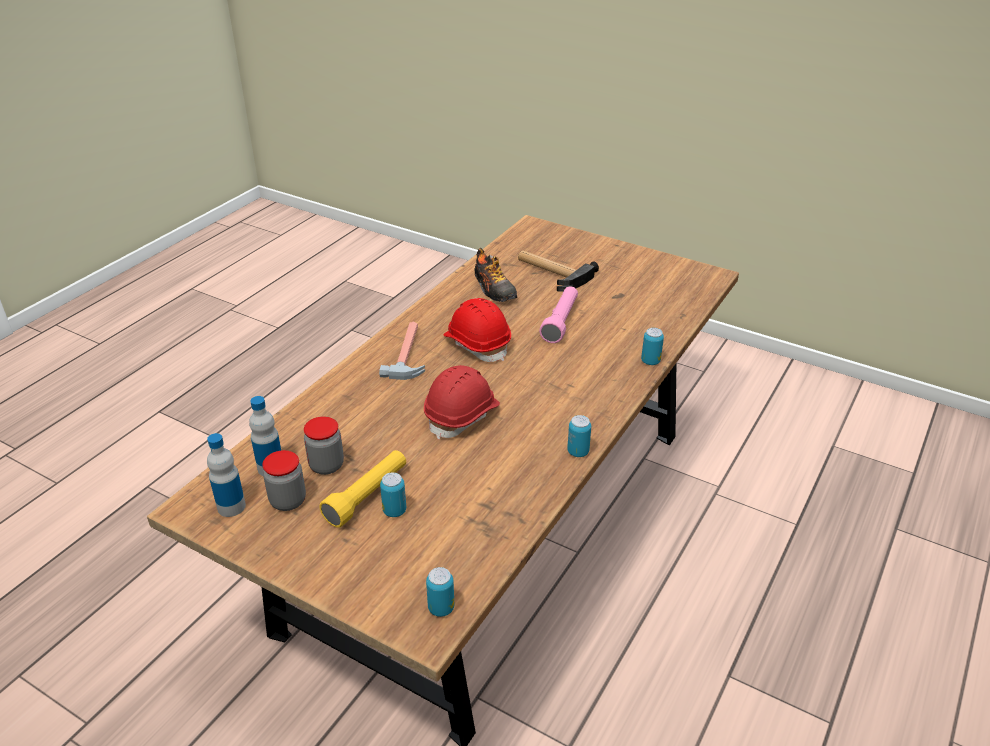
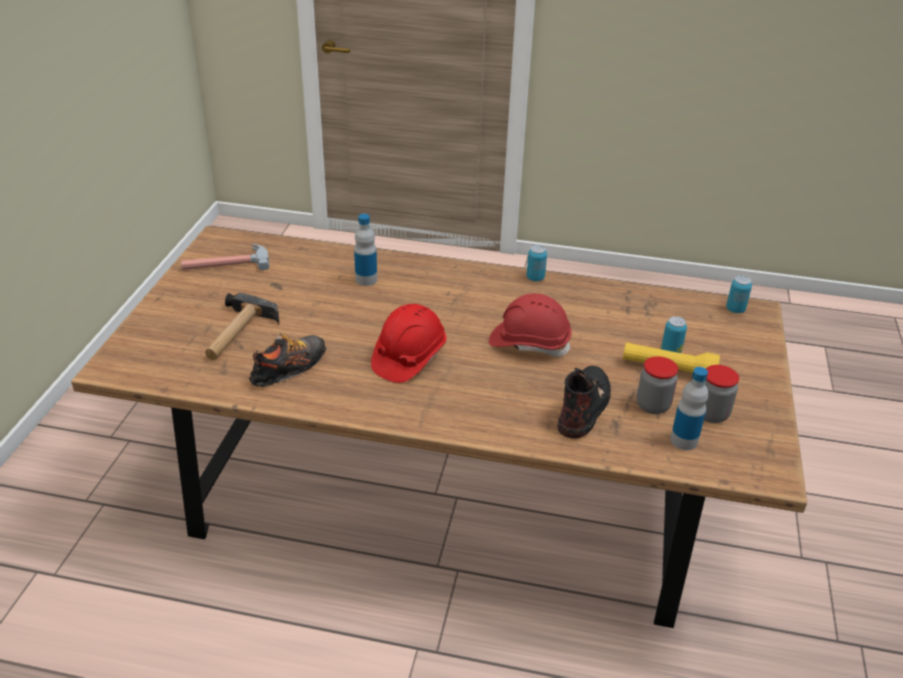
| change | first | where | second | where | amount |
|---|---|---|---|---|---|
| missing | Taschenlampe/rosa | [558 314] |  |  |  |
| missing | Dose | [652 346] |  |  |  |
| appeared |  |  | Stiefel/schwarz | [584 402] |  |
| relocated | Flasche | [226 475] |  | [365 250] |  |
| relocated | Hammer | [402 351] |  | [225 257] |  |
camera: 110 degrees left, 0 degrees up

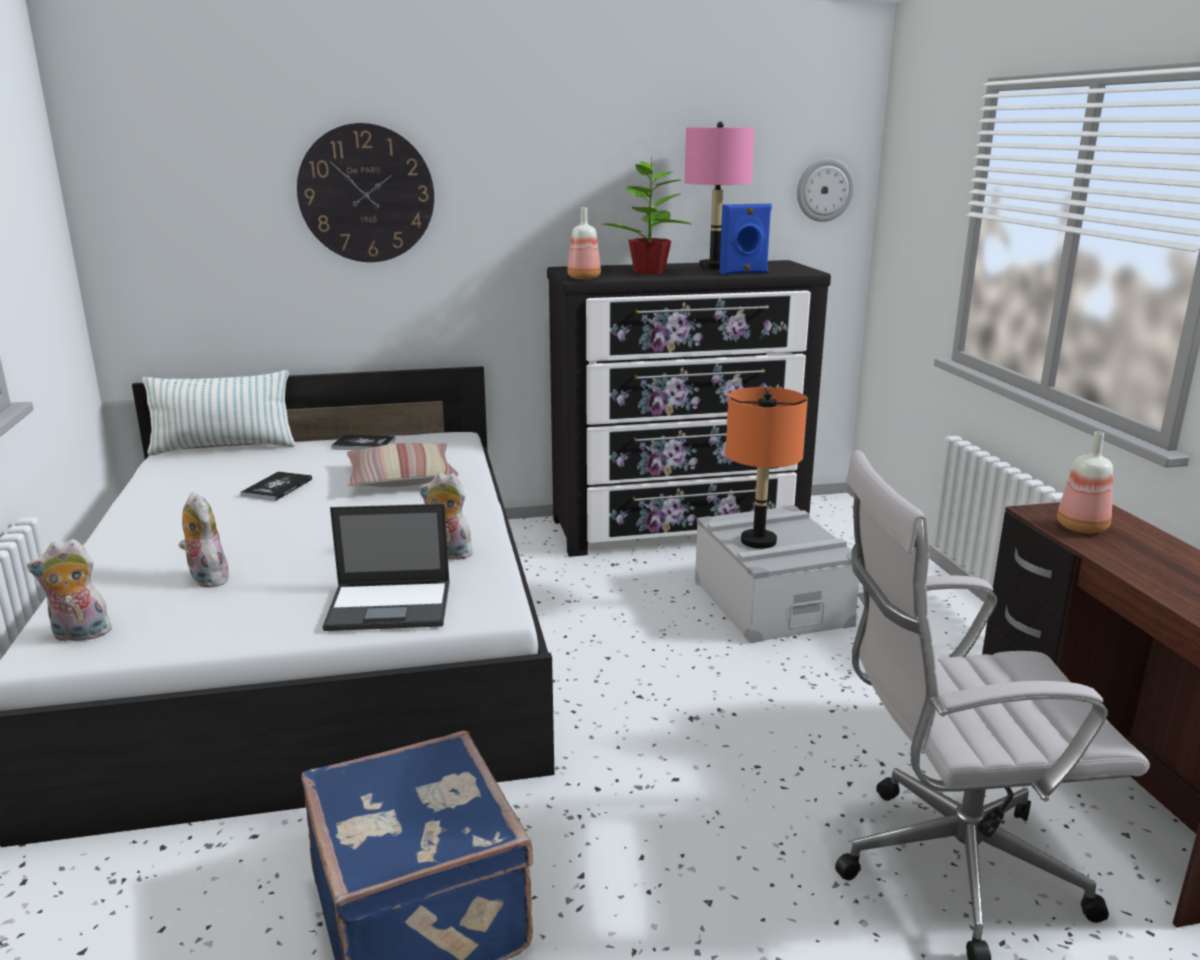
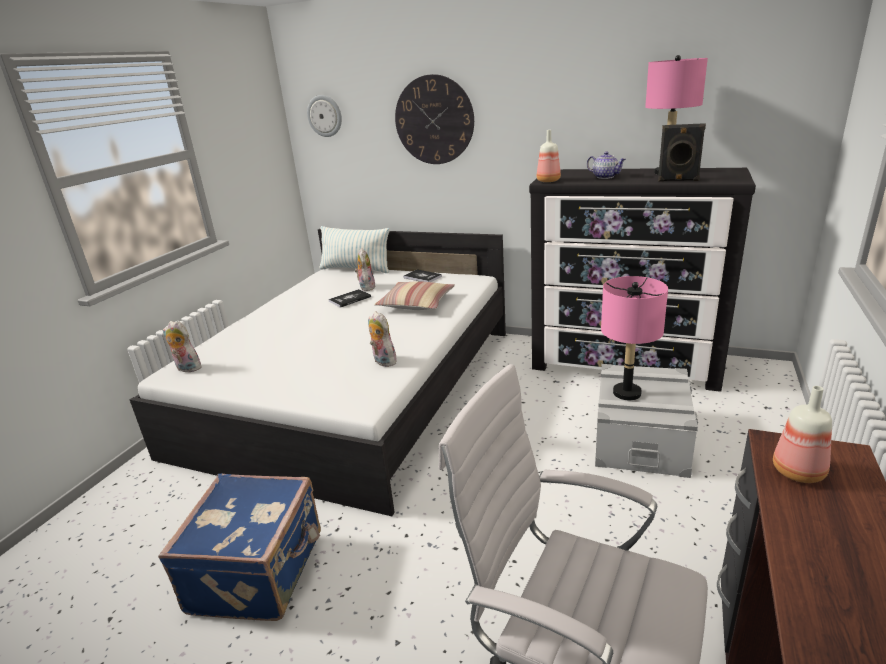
| change | first | where | second | where | amount |
|---|---|---|---|---|---|
| missing | Laptop | [386 567] |  |  |  |
| relocated | Plüschtier | [204 540] |  | [365 269] |  |
| relocated | Wanduhr | [825 190] |  | [324 116] |  |
| exchanged | Topfpflanze | [647 217] | Teekanne | [606 165] |  |
| colour | Lautsprecher/blau | [745 239] | Lautsprecher/schwarz | [682 152] |  |
| colour | Tischlampe/orange | [767 468] | Tischlampe/rosa | [634 338] |  |
camera: 35 degrees right, 5 degrees up

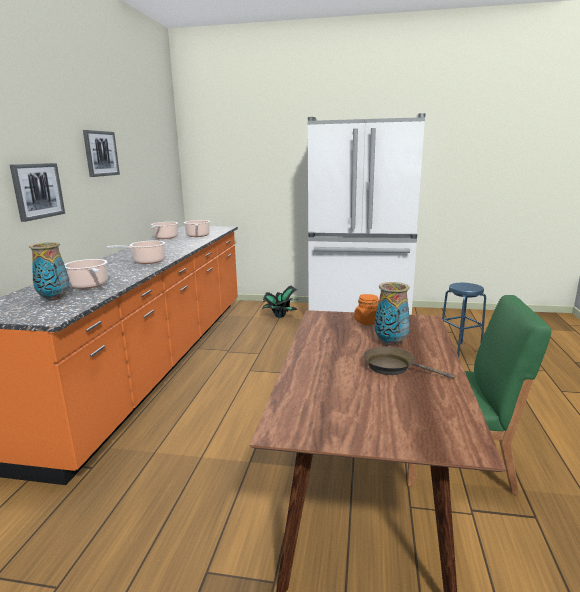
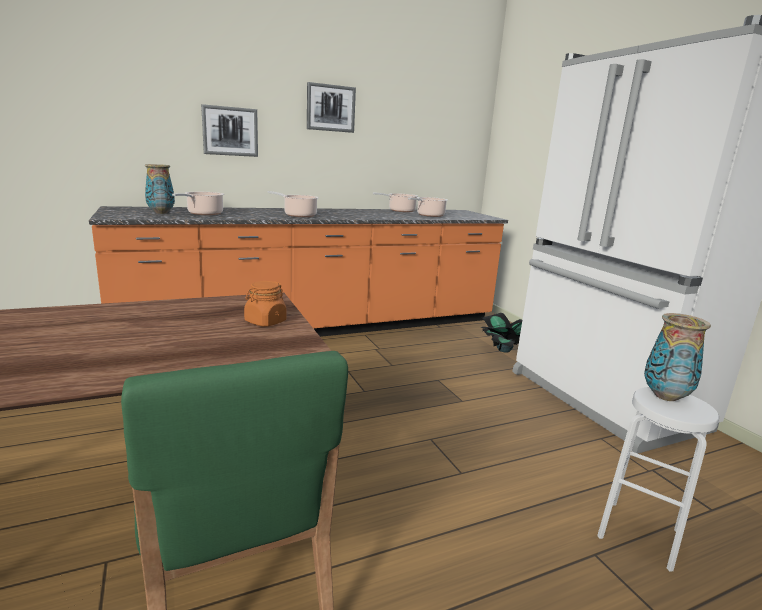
| change | first | where | second | where | amount |
|---|---|---|---|---|---|
| missing | Pfanne/braun | [409 363] |  |  |  |
| relocated | Vase | [392 314] |  | [677 357] |  |
| colour | Hocker/blau | [464 320] | Hocker/weiß | [658 479] |  |
camera: 55 degrees right, 0 degrees up

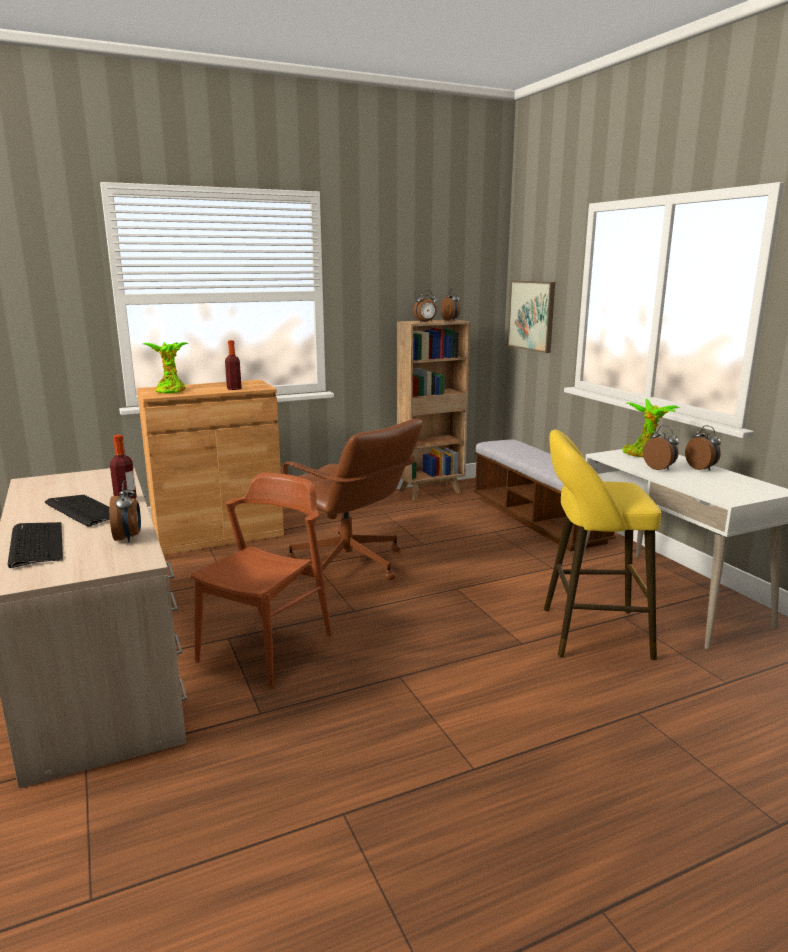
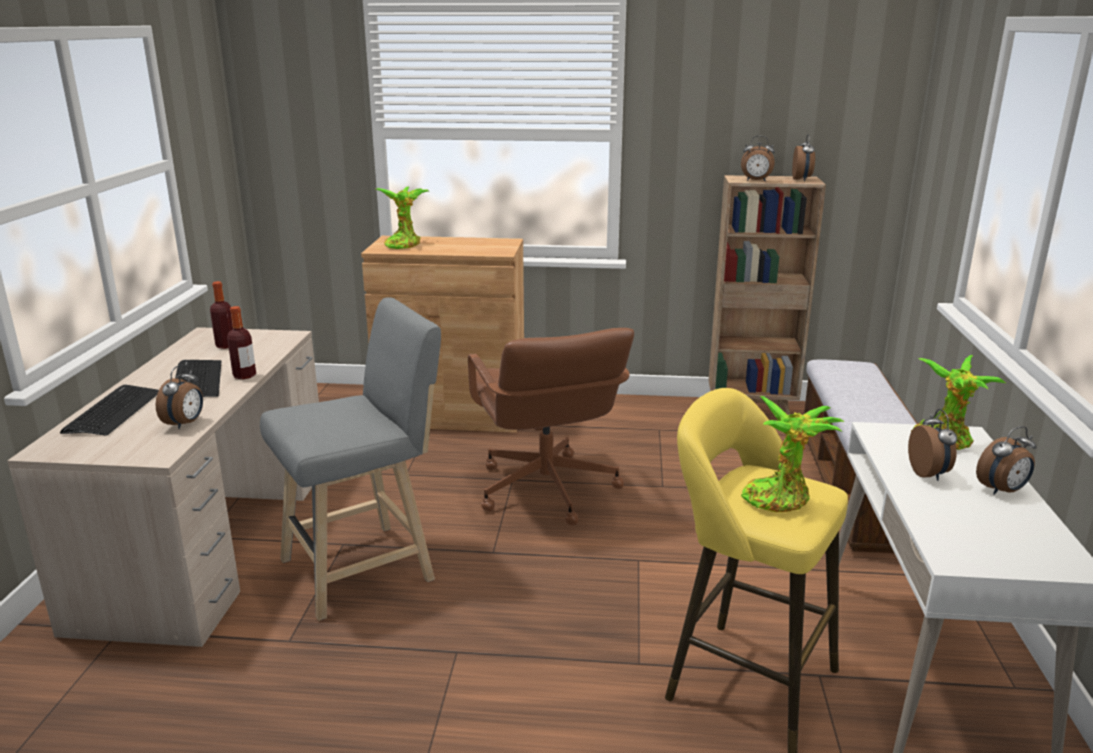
| change | first | where | second | where | amount |
|---|---|---|---|---|---|
| missing | Bild | [531 317] |  |  |  |
| appeared |  |  | Topfpflanze | [792 454] |  |
| relocated | Flasche | [233 365] |  | [221 315] |  |
| exchanged | Stuhl/braun | [261 580] | Hocker/grau | [350 459] |  |
| spun | Wecker | [703 448] |  | [1006 460] | 60 degrees clockwise |
camera: 30 degrees right, 5 degrees up

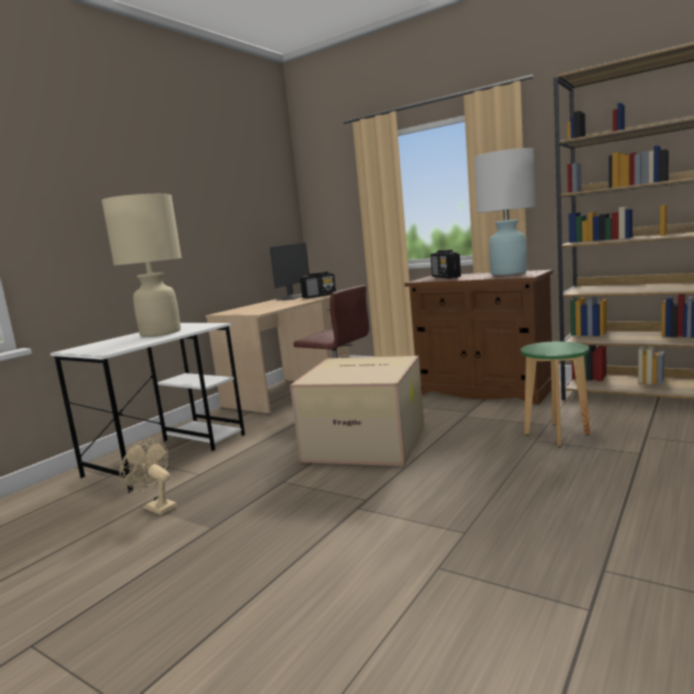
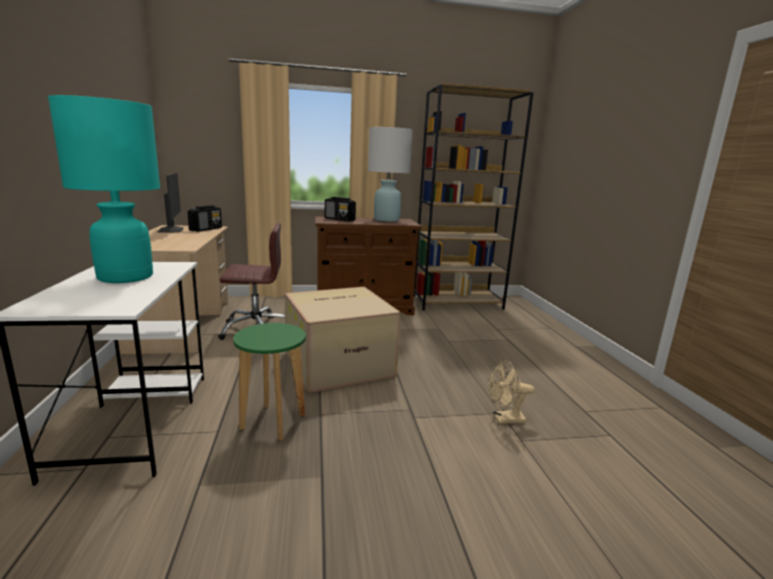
| change | first | where | second | where | amount |
|---|---|---|---|---|---|
| relocated | Ventilator/beige | [148 477] |  | [511 392] |  |
| relocated | Hocker/grün | [555 393] |  | [269 382] |  |
| colour | Tischlampe/beige | [142 265] | Tischlampe/türkis | [104 189] |  |
camera: 45 degrees left, 5 degrees up

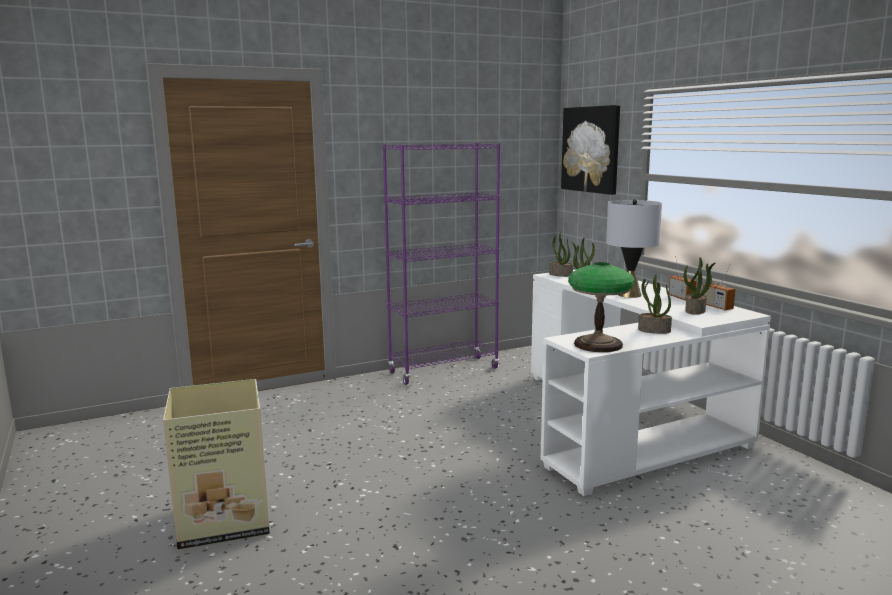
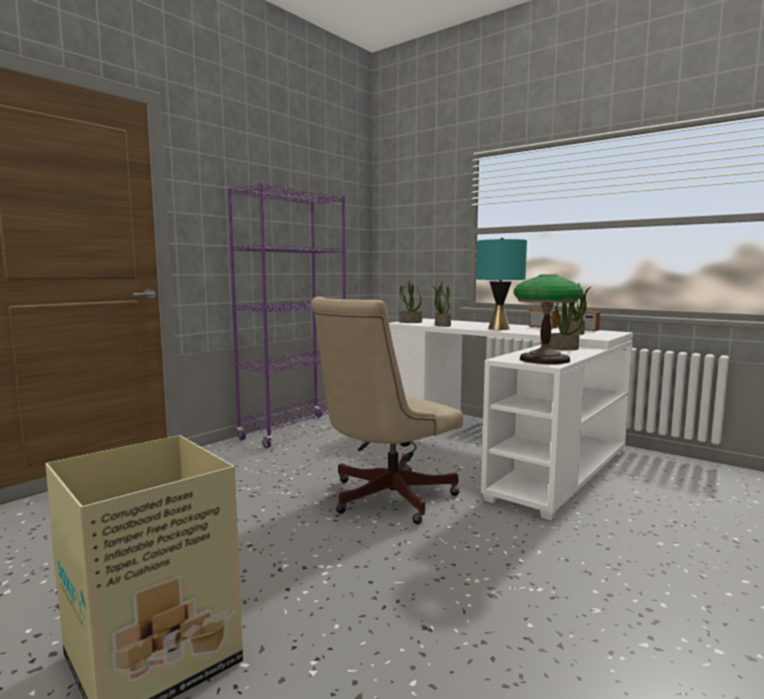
| change | first | where | second | where | amount |
|---|---|---|---|---|---|
| missing | Bild | [590 150] |  |  |  |
| appeared |  |  | Bürostuhl/beige | [387 410] |  |
| colour | Tischlampe/grau | [634 248] | Tischlampe/türkis | [501 283] |  |
camera: 25 degrees left, 5 degrees down

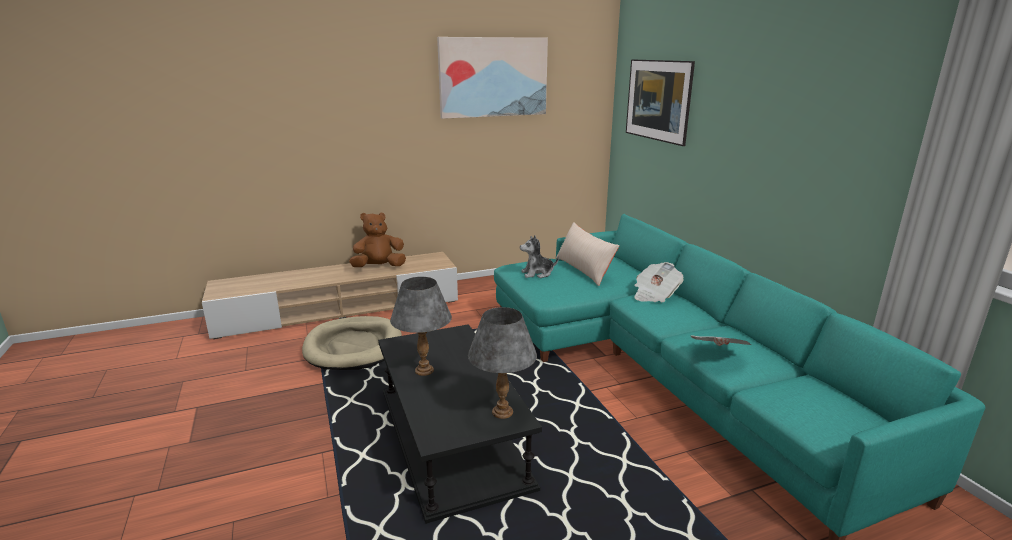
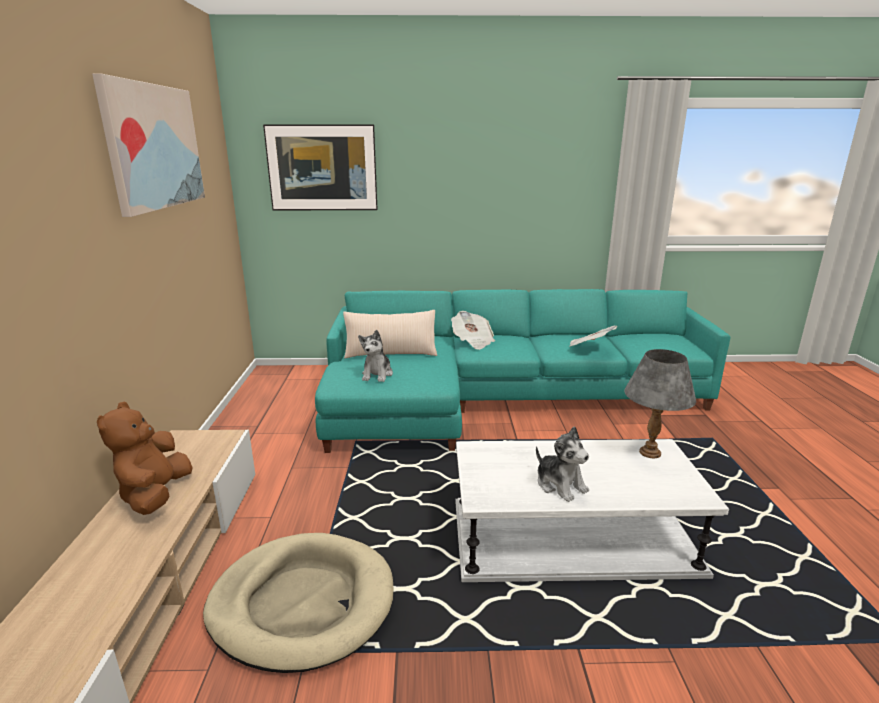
| change | first | where | second | where | amount |
|---|---|---|---|---|---|
| exchanged | Tischlampe/grau | [421 326] | Plüschtier | [562 464] |  |
| colour | Couchtisch/schwarz | [460 424] | Couchtisch/weiß | [592 510] |  |
camera: 70 degrees left, 0 degrees up

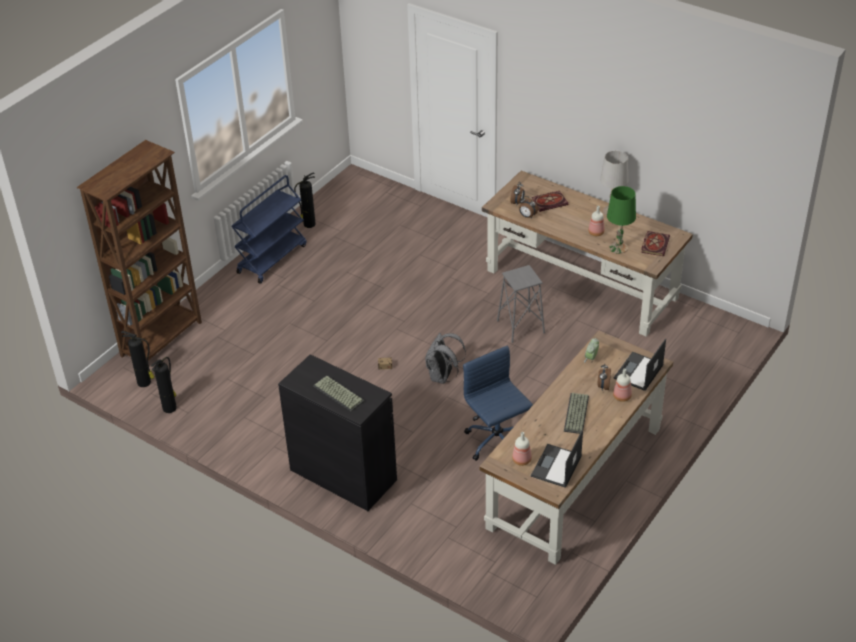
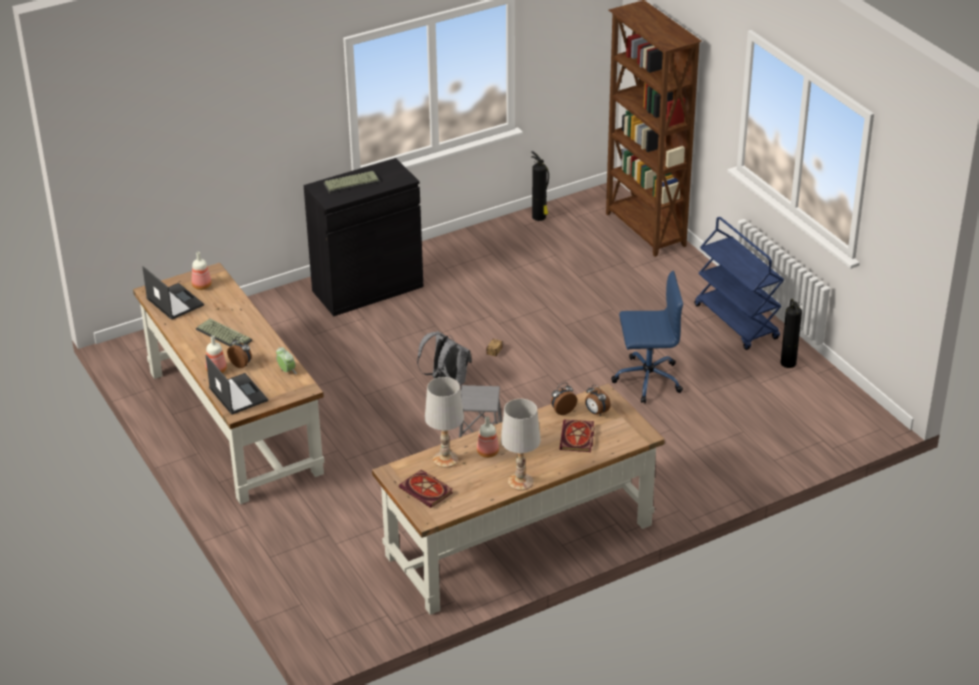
| change | first | where | second | where | amount |
|---|---|---|---|---|---|
| missing | Feuerlöscher | [138 359] |  |  |  |
| relocated | Bürostuhl/blau | [498 403] |  | [647 337] |  |
| colour | Tischlampe/grün | [621 220] | Tischlampe/weiß | [444 422] |  |
camera: 115 degrees right, 5 degrees down

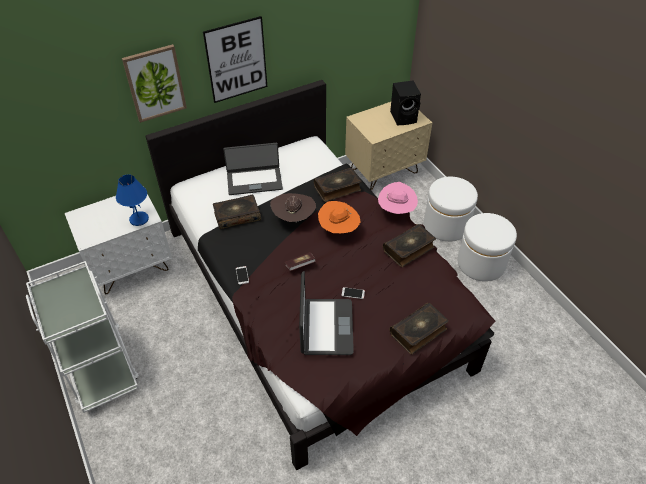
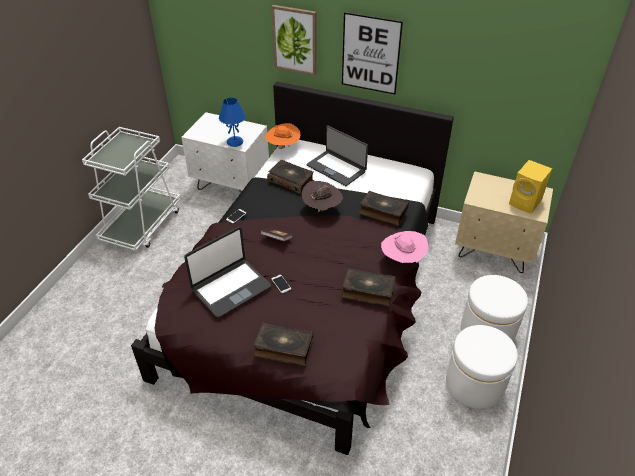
| change | first | where | second | where | amount |
|---|---|---|---|---|---|
| relocated | Hut/orange | [339 217] |  | [282 136] |  |
| colour | Lautsprecher/schwarz | [405 102] | Lautsprecher/gelb | [530 187] |  |
camera: 50 degrees right, 5 degrees down

